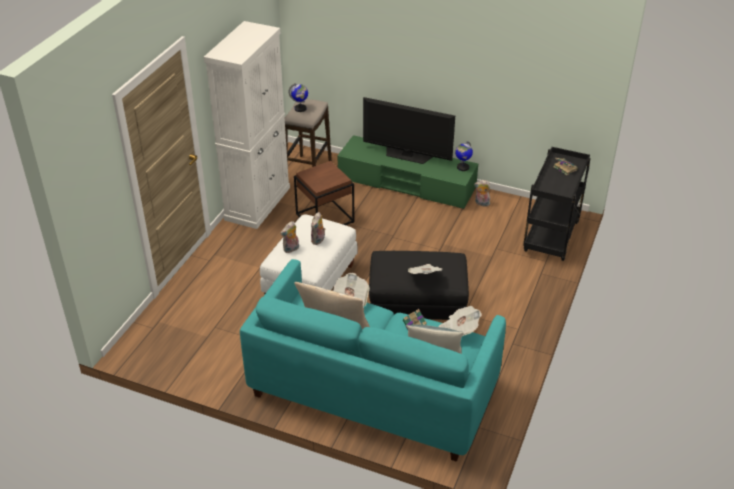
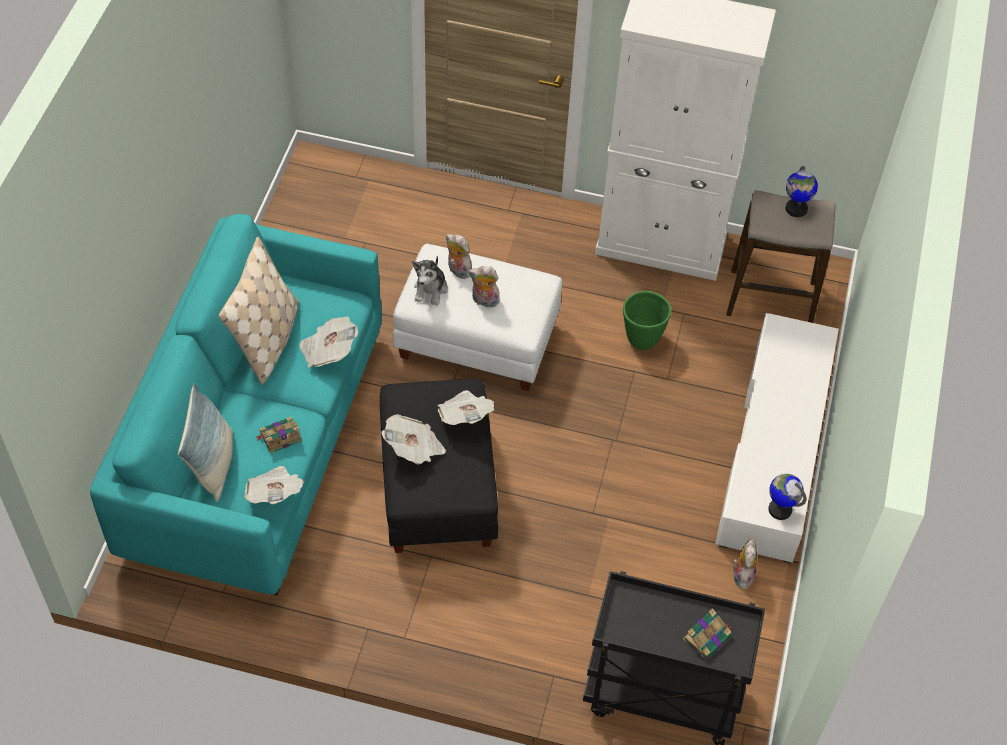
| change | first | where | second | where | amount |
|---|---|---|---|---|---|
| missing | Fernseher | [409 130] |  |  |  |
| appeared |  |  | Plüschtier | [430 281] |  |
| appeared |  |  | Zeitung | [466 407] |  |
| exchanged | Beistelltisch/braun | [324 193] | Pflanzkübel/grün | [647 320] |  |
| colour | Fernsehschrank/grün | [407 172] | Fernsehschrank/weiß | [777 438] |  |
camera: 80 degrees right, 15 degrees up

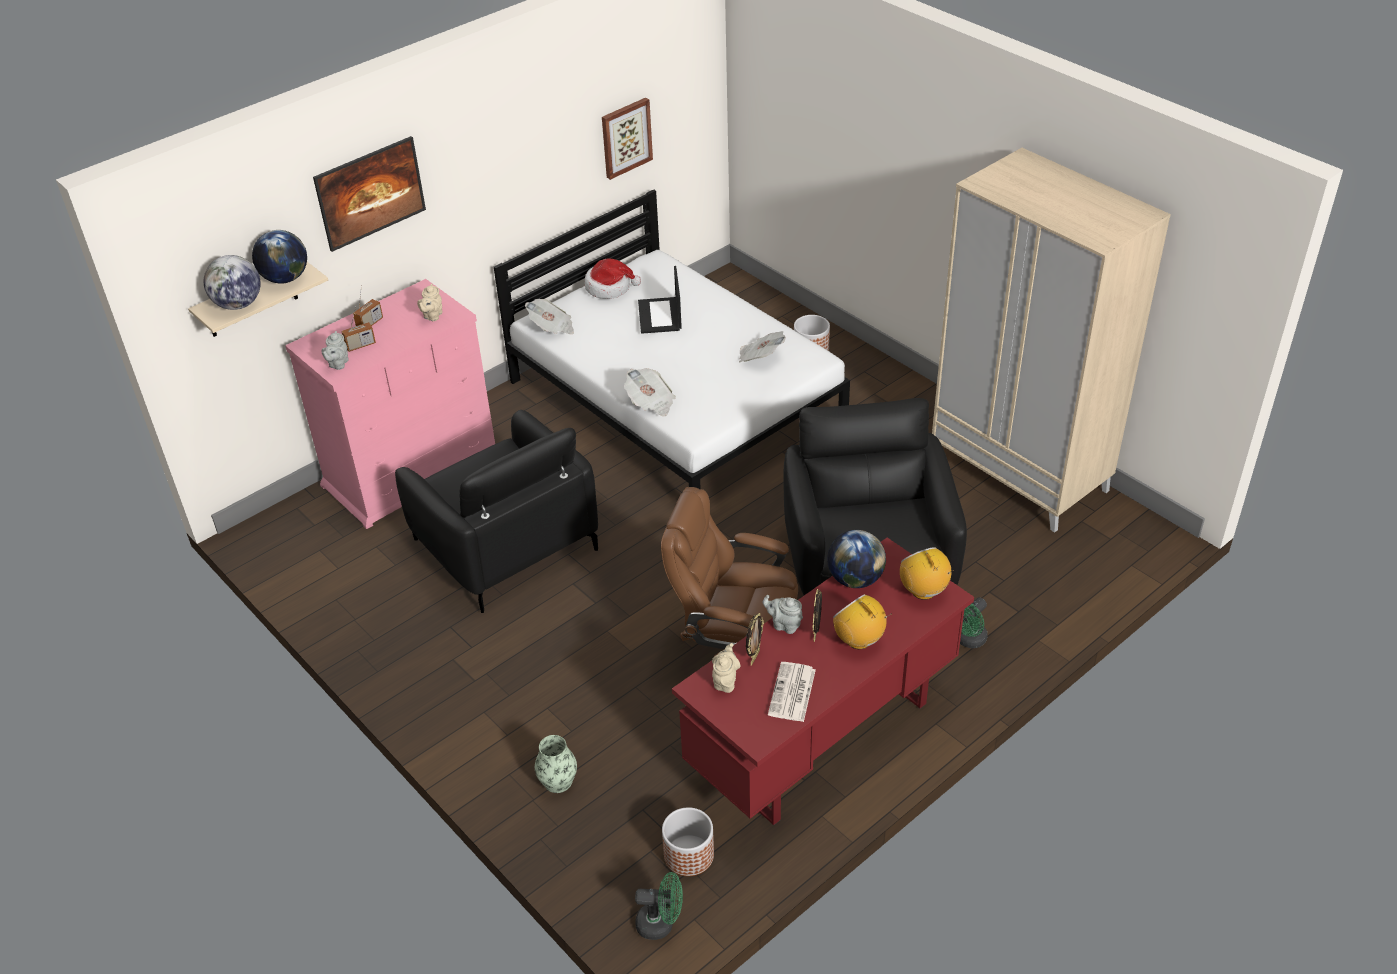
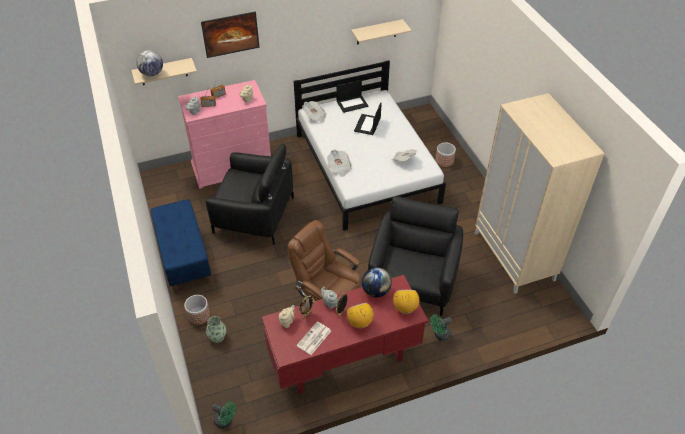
| change | first | where | second | where | amount |
|---|---|---|---|---|---|
| missing | Globus | [279 257] |  |  |  |
| appeared |  |  | Bank/blau | [181 245] |  |
| relocated | Pflanzkübel | [688 841] |  | [197 310] |  |
| exchanged | Hut | [613 278] | Laptop | [352 96] |  |
| exchanged | Bild | [627 139] | Wandregal/beige | [381 32] |  |
| spun | Sessel/schwarz | [496 511] |  | [250 194] | 60 degrees counterclockwise |
camera: 20 degrees right, 5 degrees up

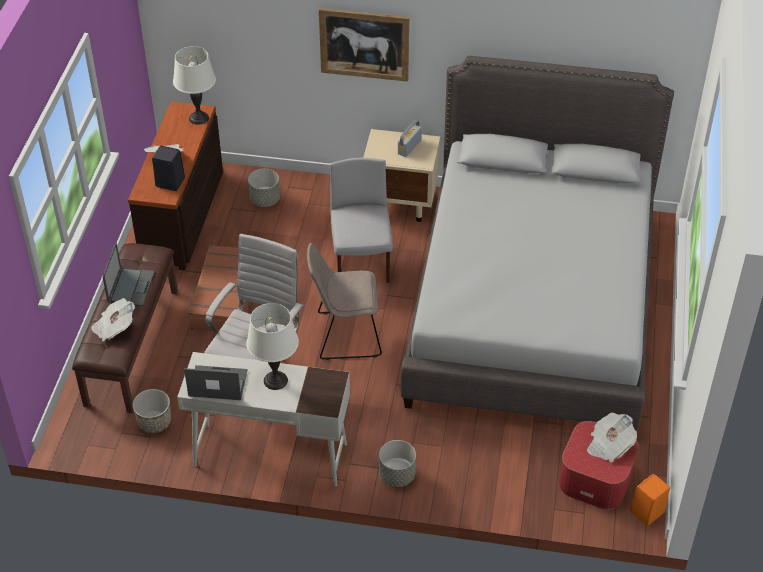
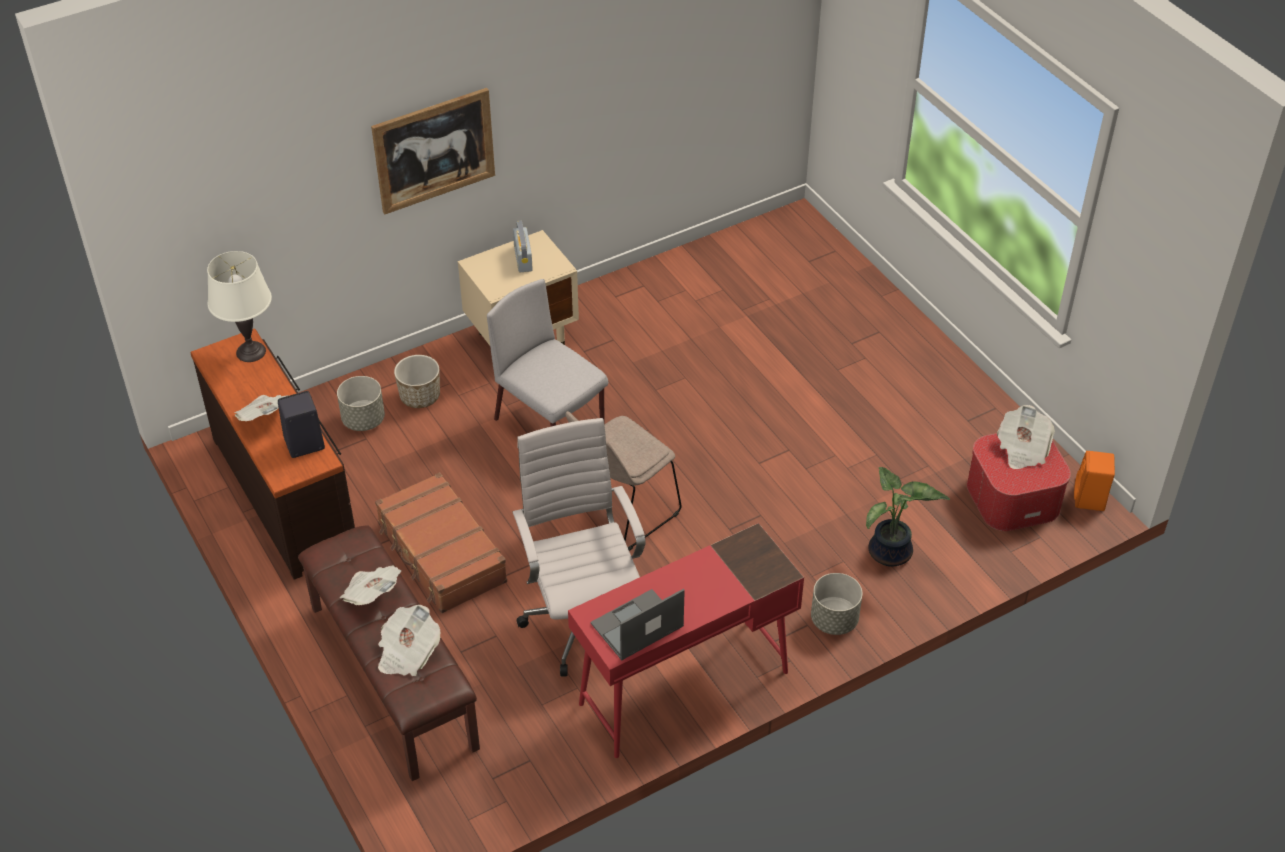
| change | first | where | second | where | amount |
|---|---|---|---|---|---|
| missing | Tischlampe/weiß | [272 346] |  |  |  |
| missing | Bett/grau | [537 242] |  |  |  |
| appeared |  |  | Topfpflanze | [908 517] |  |
| relocated | Pflanzkübel | [151 411] |  | [417 381] |  |
| exchanged | Laptop | [128 274] | Zeitung | [370 585] |  |
| colour | Schreibtisch/weiß | [263 419] | Schreibtisch/rot | [686 640] |  |
camera: 40 degrees left, 0 degrees up

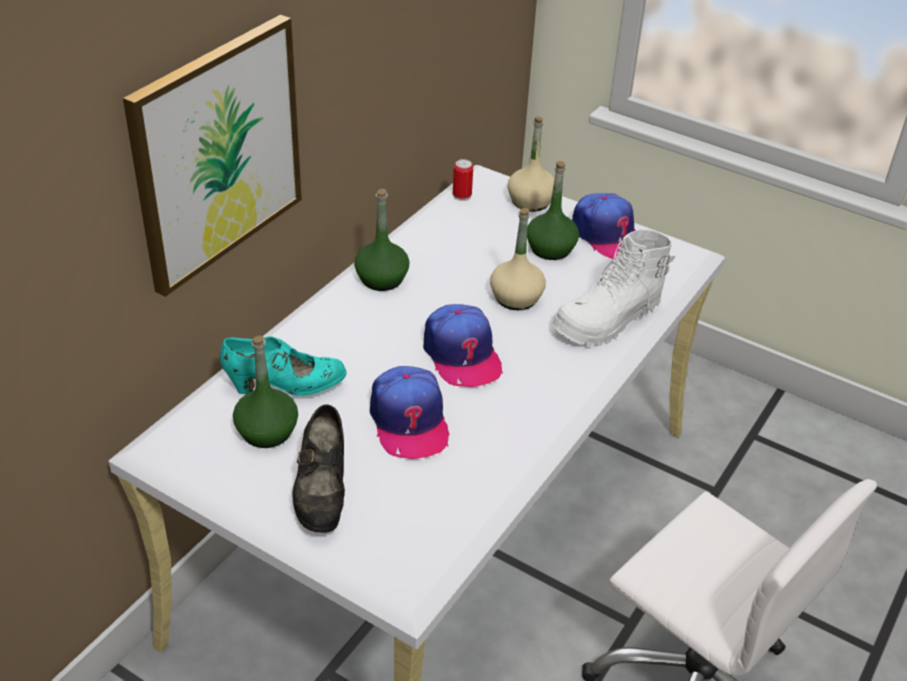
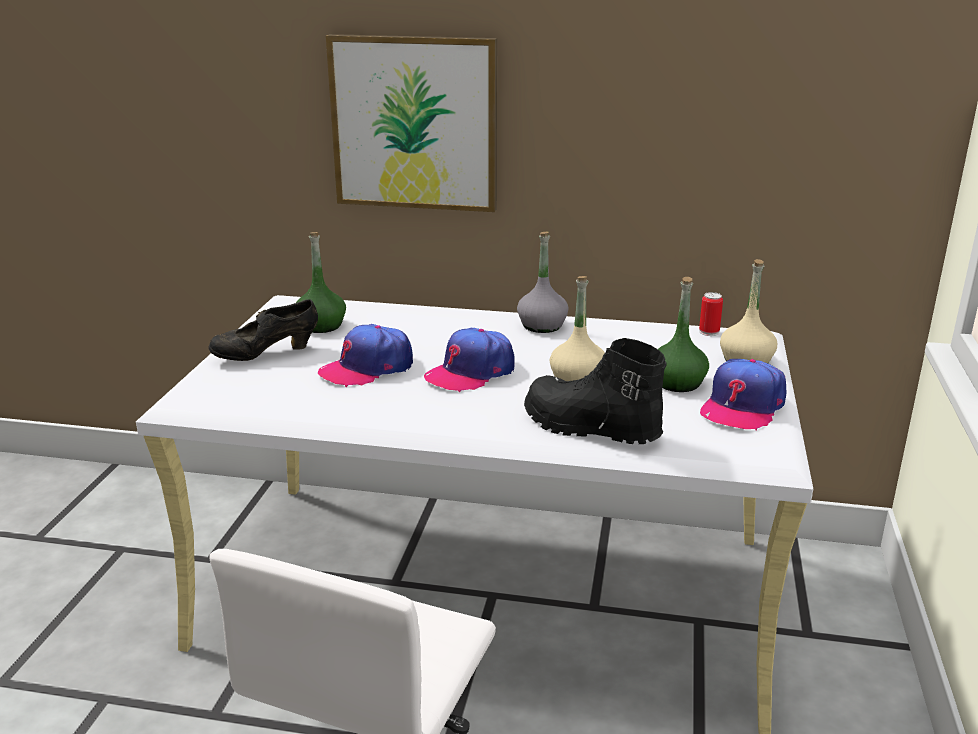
| change | first | where | second | where | amount |
|---|---|---|---|---|---|
| missing | Schuh/türkis | [283 366] |  |  |  |
| colour | Flasche/grün | [381 240] | Flasche/grau | [542 282] |  |
| colour | Stiefel/weiß | [613 288] | Stiefel/schwarz | [595 391] |  |
camera: 70 degrees right, 15 degrees down

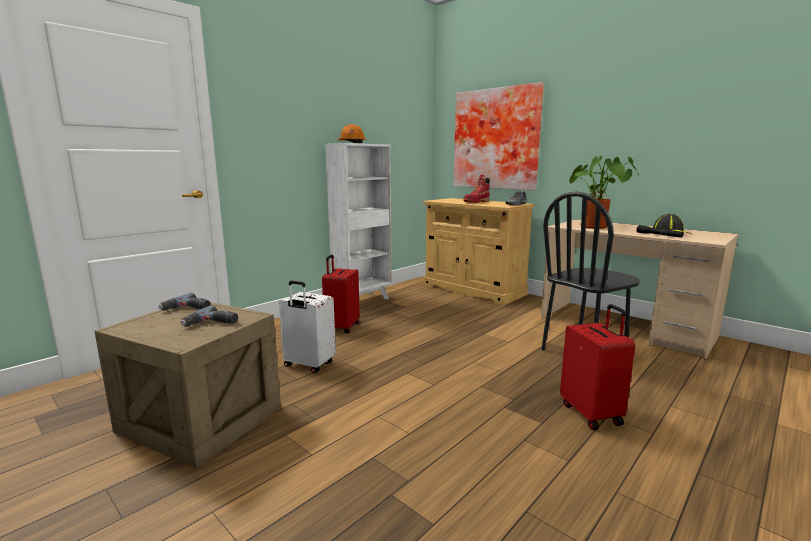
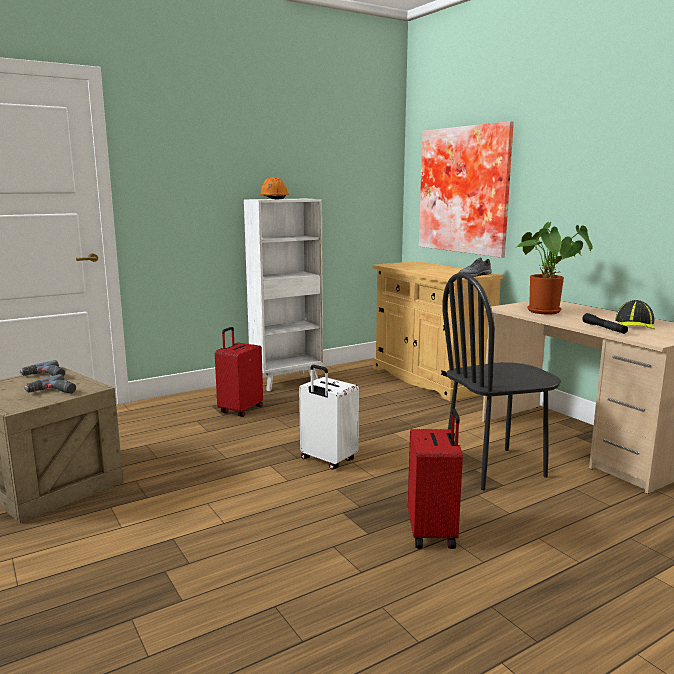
| change | first | where | second | where | amount |
|---|---|---|---|---|---|
| missing | Stiefel/rot | [476 188] |  |  |  |
| relocated | Koffer/weiß | [307 327] |  | [329 417] |  |
camera: 15 degrees right, 0 degrees up

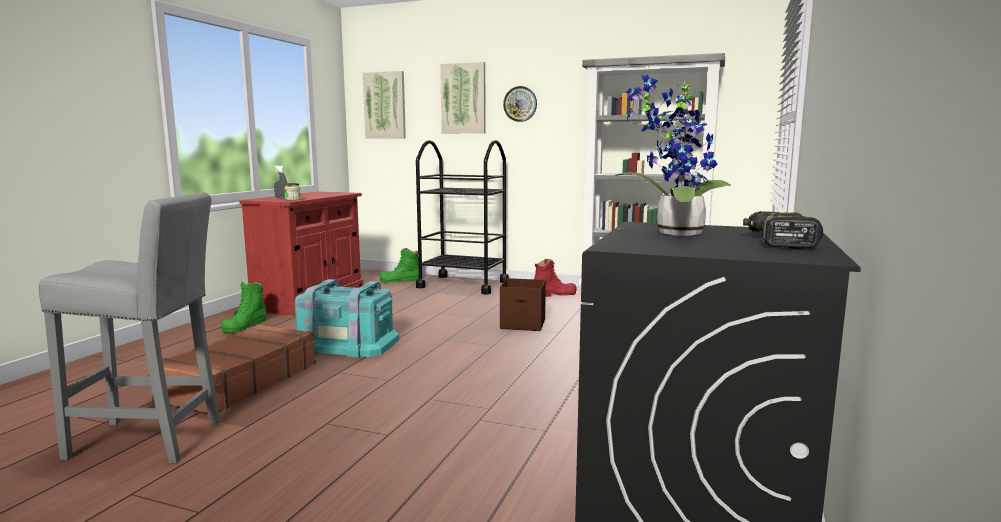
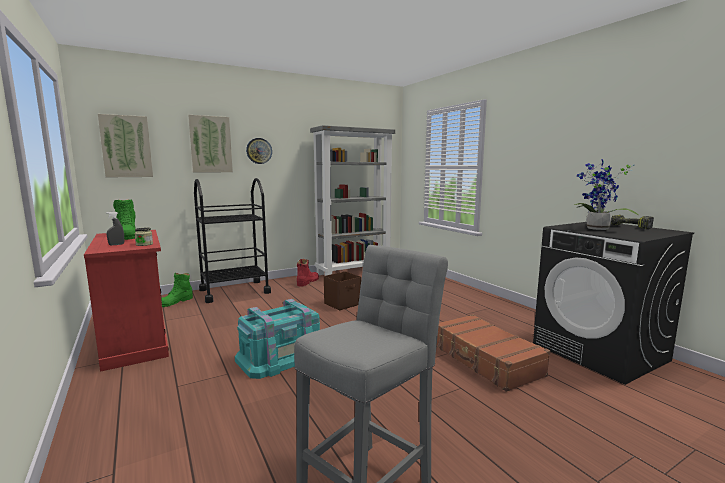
| change | first | where | second | where | amount |
|---|---|---|---|---|---|
| relocated | Koffer/braun | [234 368] |  | [493 353] |  |
| relocated | Stiefel/grün | [244 307] |  | [124 219] |  |
camera: 50 degrees left, 0 degrees up

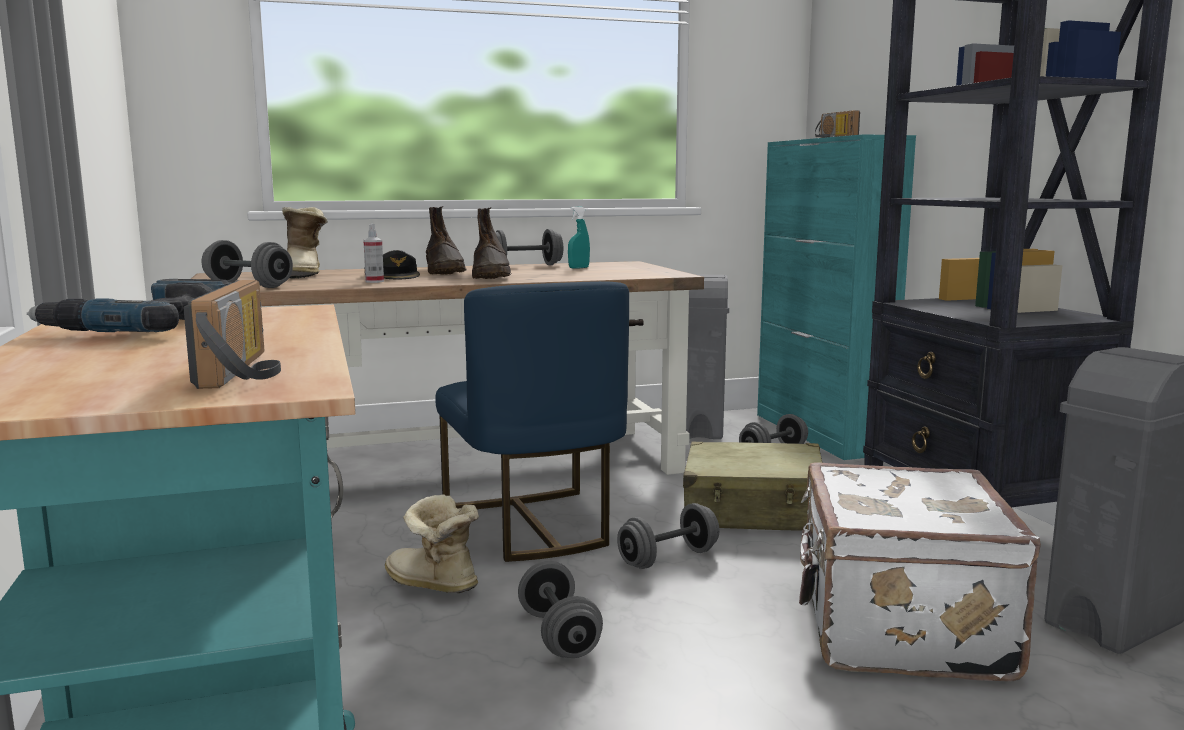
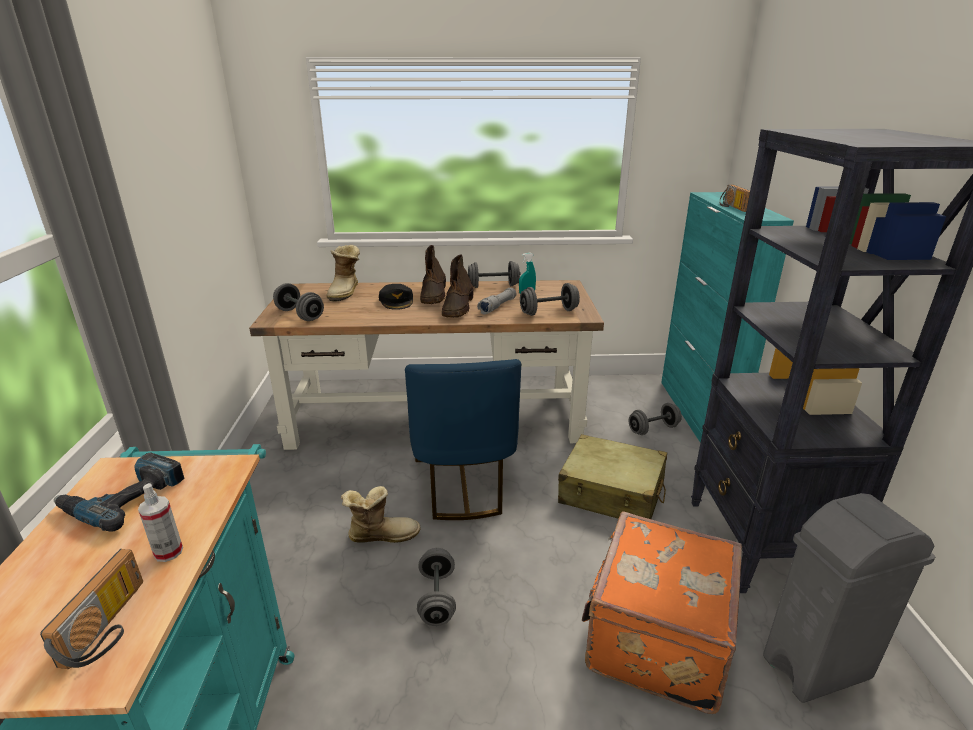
| change | first | where | second | where | amount |
|---|---|---|---|---|---|
| missing | Mülleimer/grau | [707 356] |  |  |  |
| appeared |  |  | Taschenlampe/grau | [496 301] |  |
| relocated | Sprühflasche | [373 253] |  | [160 522] |  |
| relocated | Hantel/grau | [668 536] |  | [550 299] |  |
| colour | Koffer/weiß | [920 572] | Koffer/orange | [662 613] |  |
| spun | Stiefel | [432 543] |  | [380 514] | 120 degrees clockwise |
camera: 15 degrees right, 15 degrees up

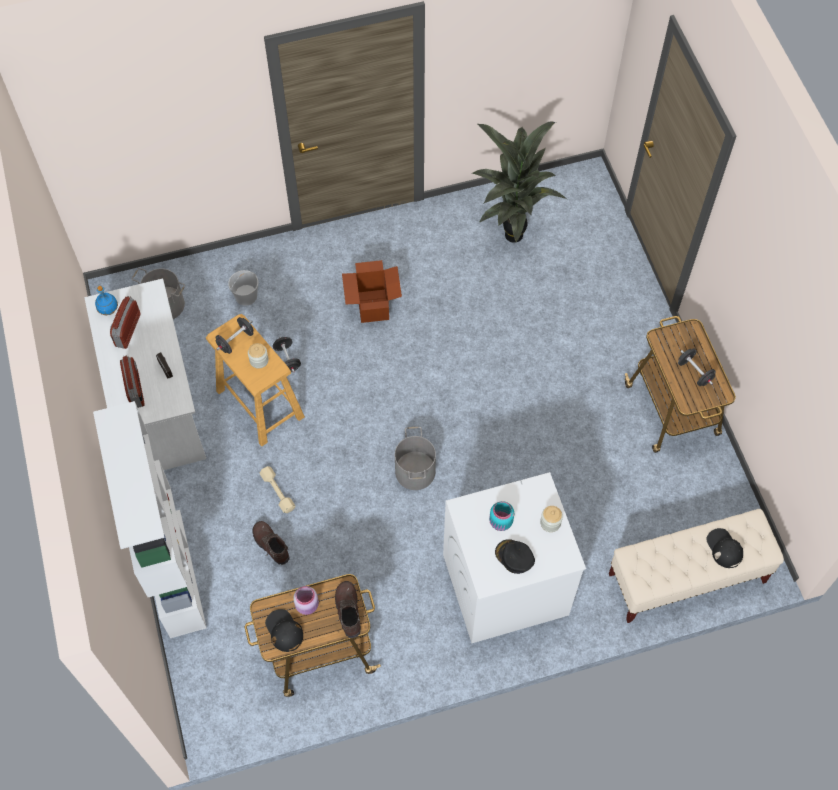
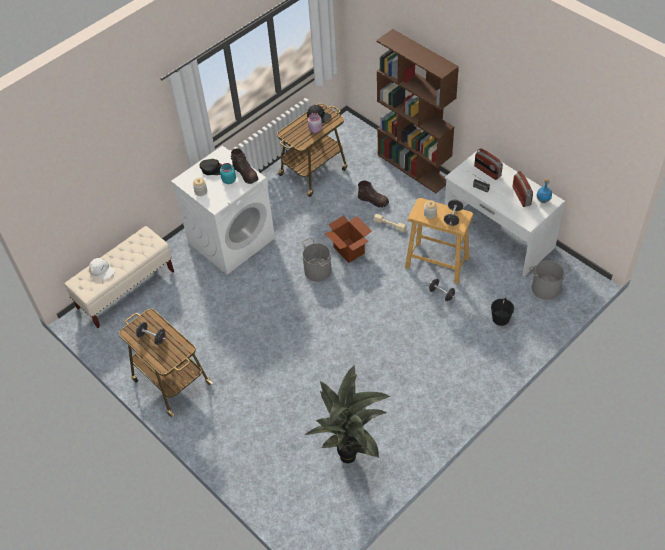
| change | first | where | second | where | amount |
|---|---|---|---|---|---|
| relocated | Stiefel/braun | [348 609] |  | [244 166] |  |
| relocated | Karton | [372 291] |  | [348 239] |  |
| colour | Bücherregal/weiß | [150 519] | Bücherregal/braun | [417 111] |  |
| colour | Eimer/weiß | [243 288] | Eimer/schwarz | [502 311] |  |
| colour | Kappe/schwarz | [725 548] | Kappe/weiß | [102 269] |  |
camera: 155 degrees right, 10 degrees down

